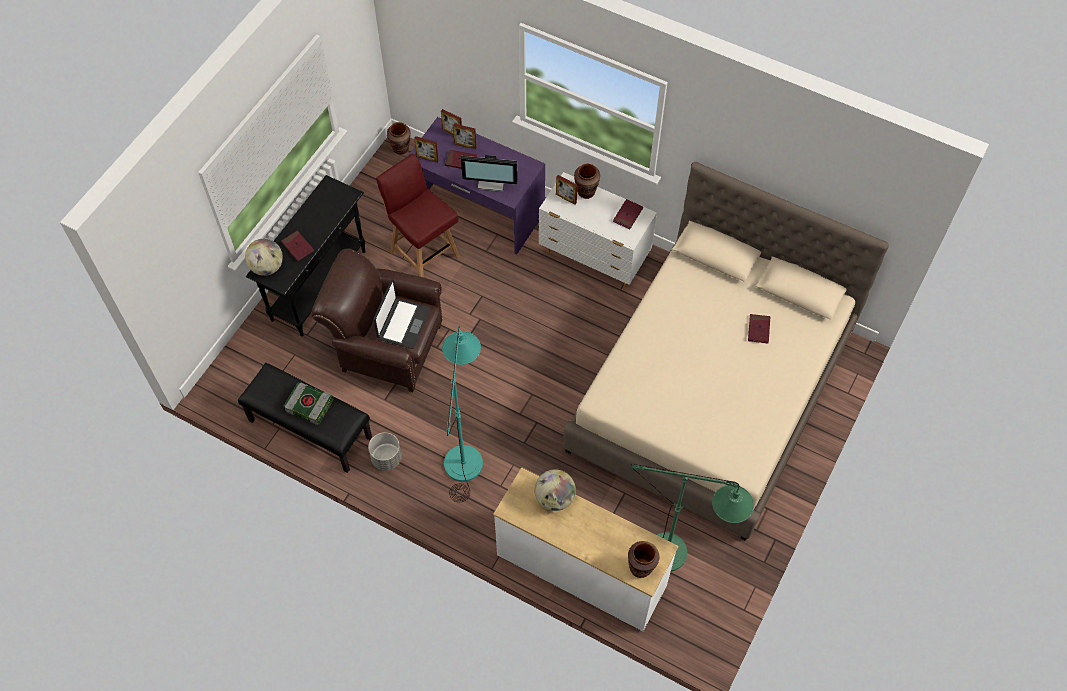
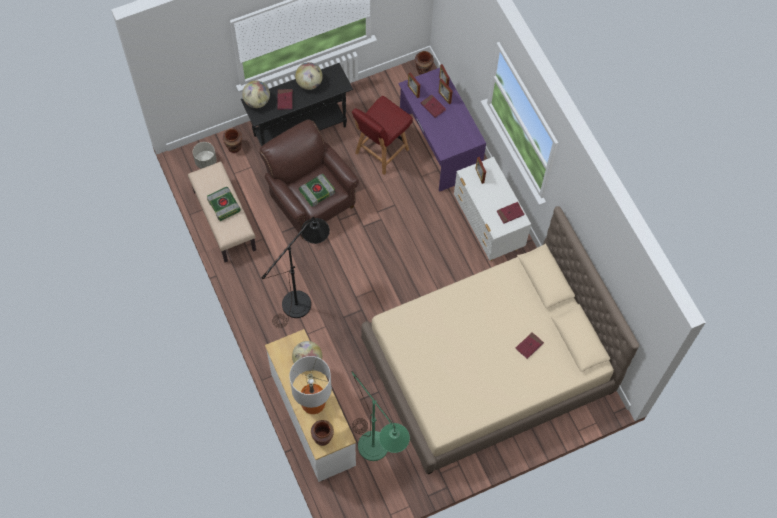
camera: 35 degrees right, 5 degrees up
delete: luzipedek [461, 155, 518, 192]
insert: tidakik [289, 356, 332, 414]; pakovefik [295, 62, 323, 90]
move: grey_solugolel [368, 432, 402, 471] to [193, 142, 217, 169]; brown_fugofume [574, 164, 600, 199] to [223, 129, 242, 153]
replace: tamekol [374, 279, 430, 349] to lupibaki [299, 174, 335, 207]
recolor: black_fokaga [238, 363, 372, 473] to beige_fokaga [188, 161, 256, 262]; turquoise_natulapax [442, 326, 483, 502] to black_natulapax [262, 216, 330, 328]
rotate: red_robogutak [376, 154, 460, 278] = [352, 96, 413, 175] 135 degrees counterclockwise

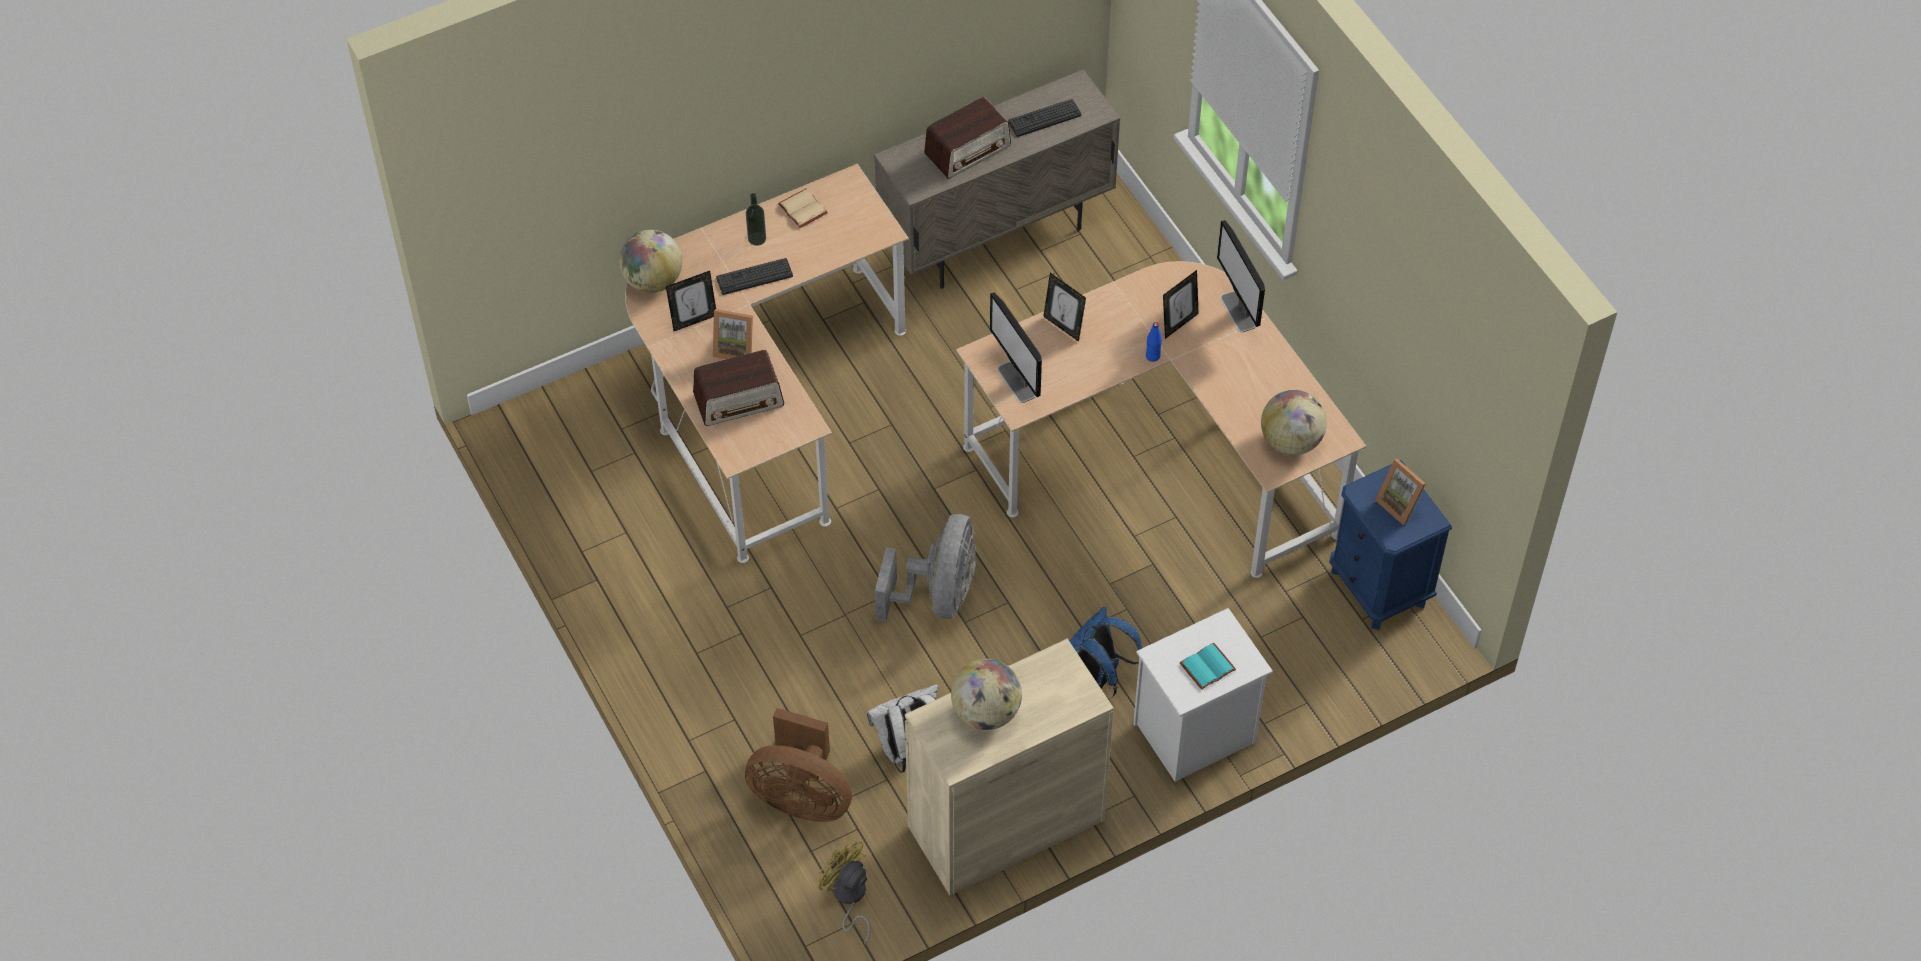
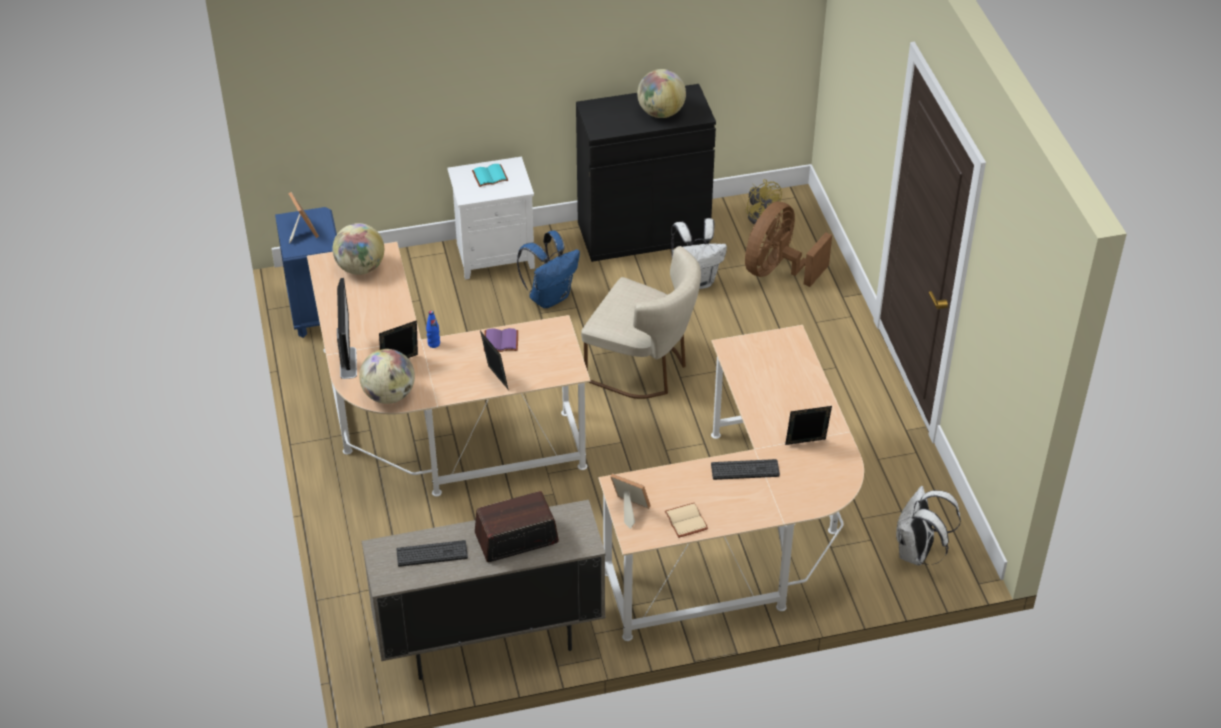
camera: 165 degrees left, 10 degrees down
delete: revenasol [693, 350, 784, 426]; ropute [746, 193, 766, 246]; luzipedek [990, 292, 1042, 403]
insert: purple_lupibaki [484, 328, 518, 352]; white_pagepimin [896, 486, 961, 566]
move: pakovefik [619, 230, 682, 293] to [359, 349, 415, 404]; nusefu [713, 309, 753, 359] to [610, 473, 651, 529]
replace: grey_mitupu [875, 514, 976, 622] to beige_robogutak [581, 246, 701, 399]
recolor: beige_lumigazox [905, 638, 1114, 896] to black_lumigazox [576, 84, 716, 262]
rotate: brown_mitupu [745, 708, 852, 822] = [745, 202, 832, 287] 90 degrees counterclockwise

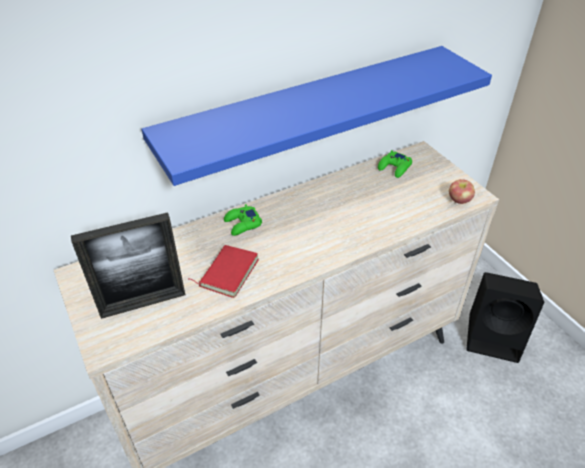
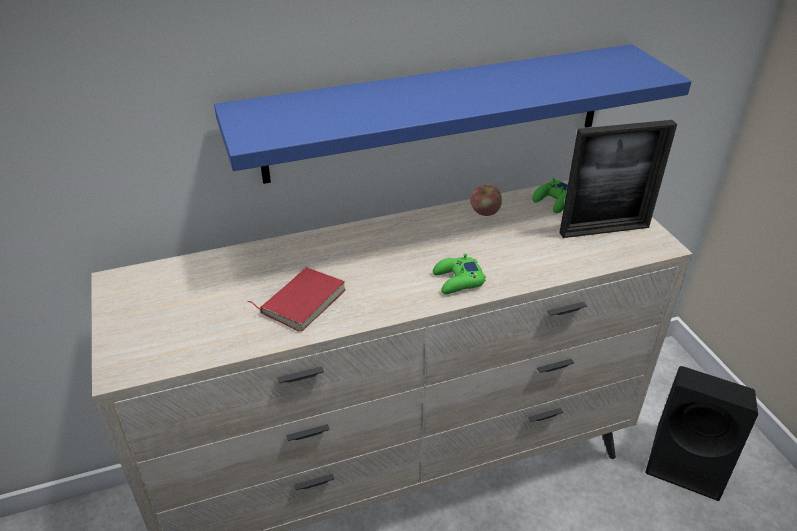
camera: 10 degrees right, 5 degrees down
move: nusefu [71, 212, 185, 319] to [559, 120, 677, 238]; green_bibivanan [224, 204, 262, 236] to [433, 254, 486, 294]; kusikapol [449, 179, 475, 204] to [470, 185, 502, 216]

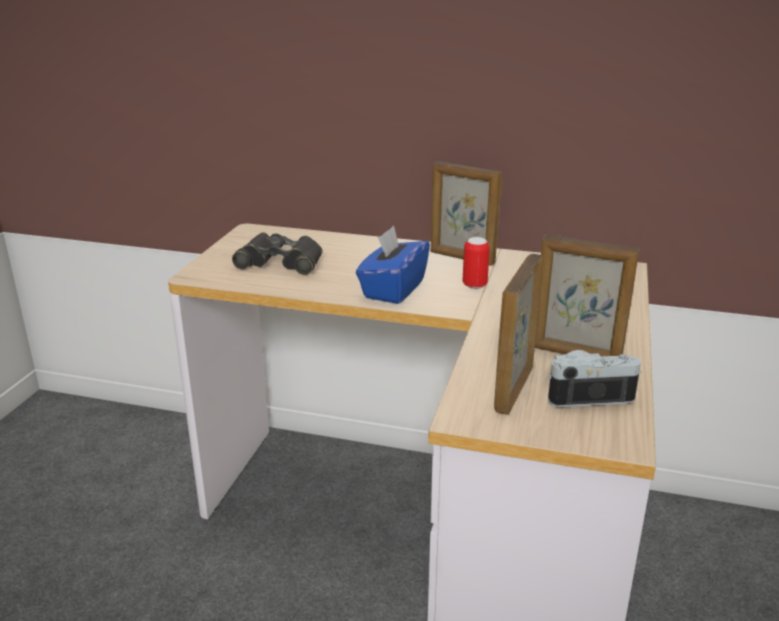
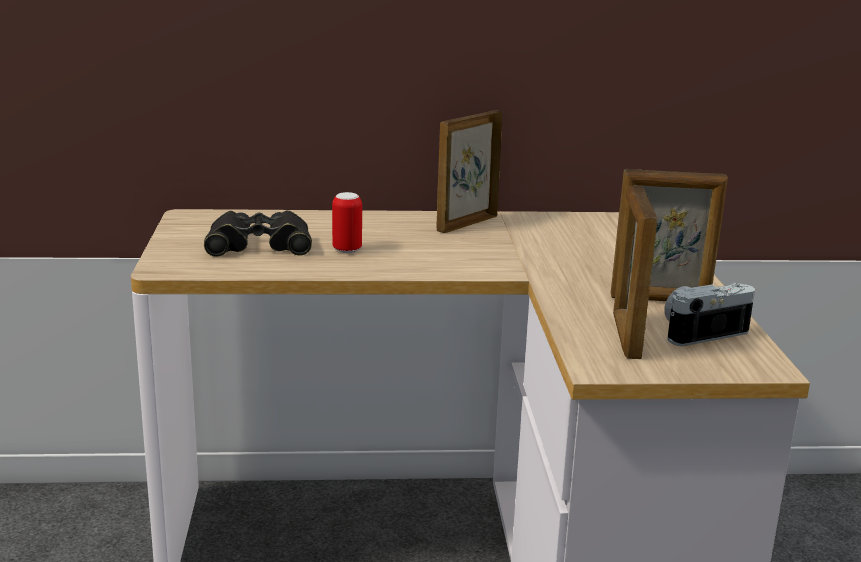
camera: 20 degrees left, 5 degrees down
delete: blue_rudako [356, 226, 430, 304]
move: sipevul [463, 237, 490, 289] to [332, 192, 362, 253]
rotate: nusefu [431, 161, 502, 266] = [437, 110, 502, 233] 120 degrees clockwise

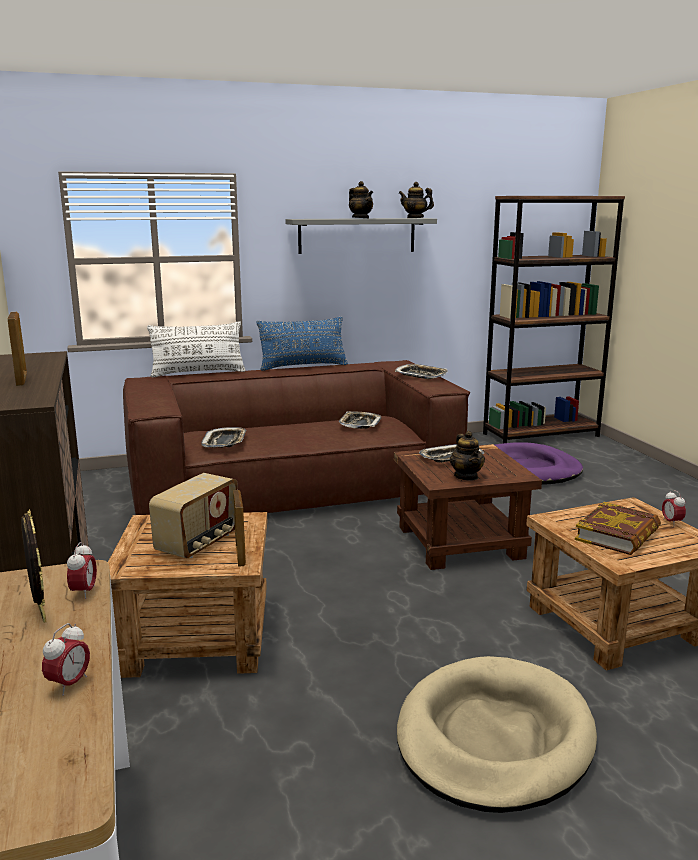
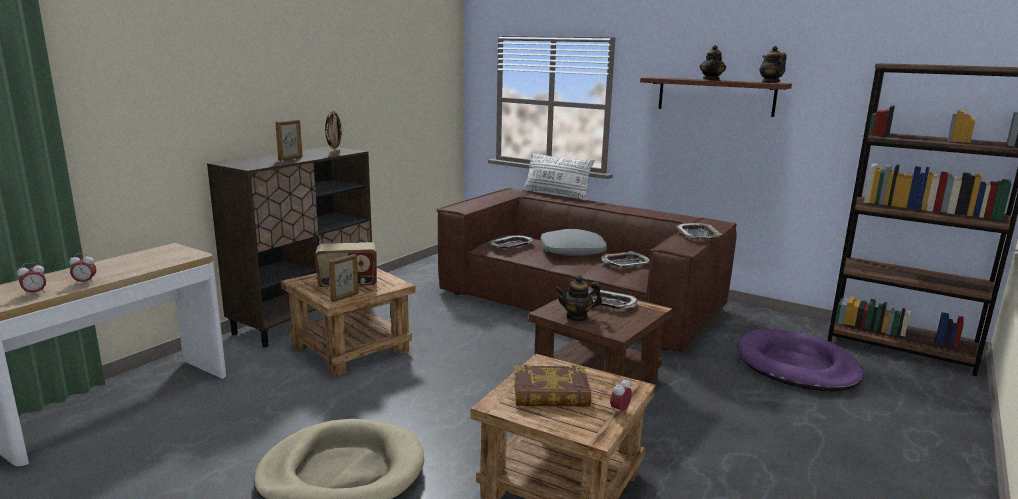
camera: 50 degrees right, 0 degrees up
delete: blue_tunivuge [257, 317, 348, 371]
insert: grey_tunivuge [540, 229, 607, 256]
move: nusefu [21, 509, 46, 623] to [325, 110, 343, 155]; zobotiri [67, 542, 97, 599] to [17, 262, 46, 295]
recolor: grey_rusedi [285, 218, 437, 254] to brown_rusedi [640, 77, 792, 117]
rotate: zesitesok [450, 431, 485, 481] = [555, 275, 602, 321] 45 degrees clockwise

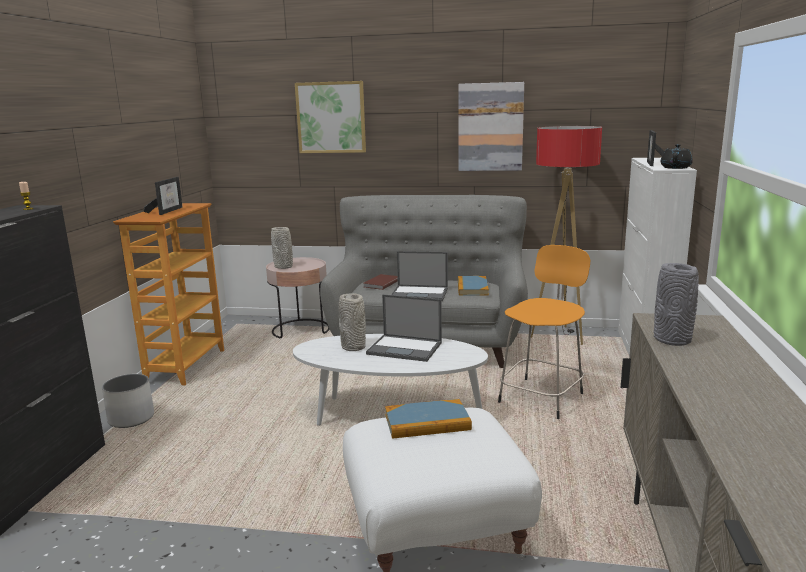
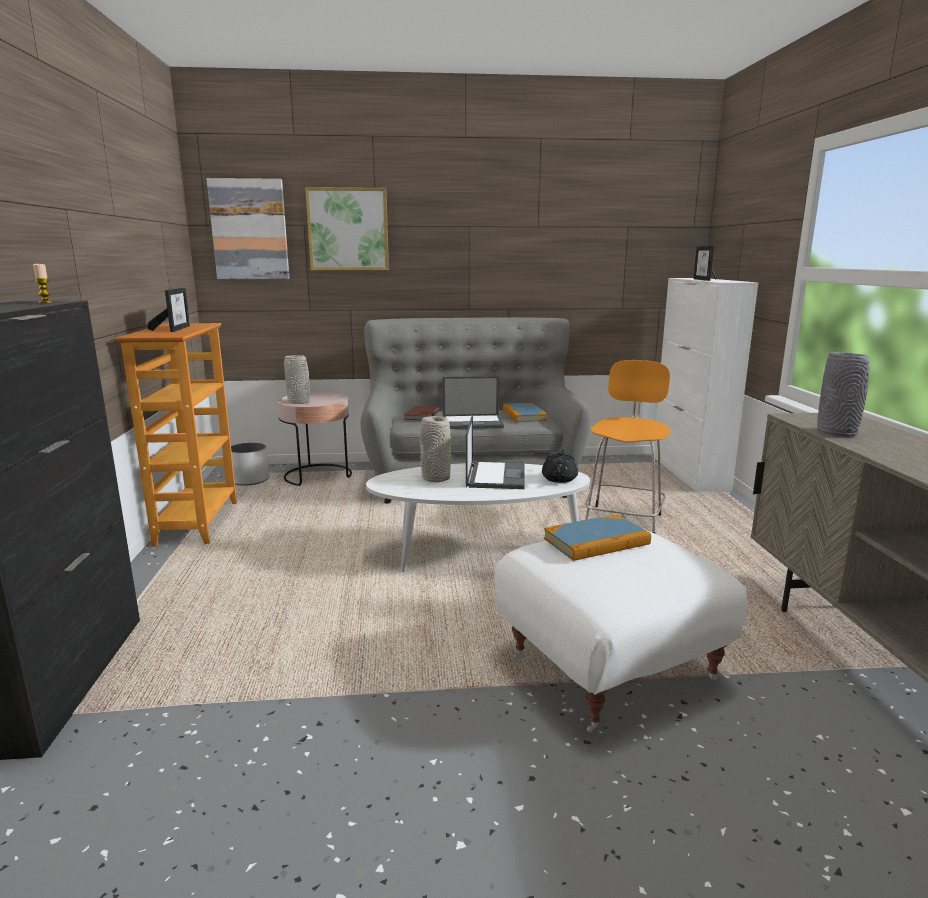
camera: 15 degrees left, 0 degrees up
delete: natulapax [531, 126, 602, 345]
move: white_solugolel [102, 374, 154, 428] to [231, 443, 269, 486]; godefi [459, 82, 524, 171] to [206, 178, 290, 279]; black_zesitesok [660, 144, 693, 169] to [542, 449, 578, 483]
rotate: tamekol [366, 295, 442, 362] = [466, 416, 525, 489] 90 degrees counterclockwise

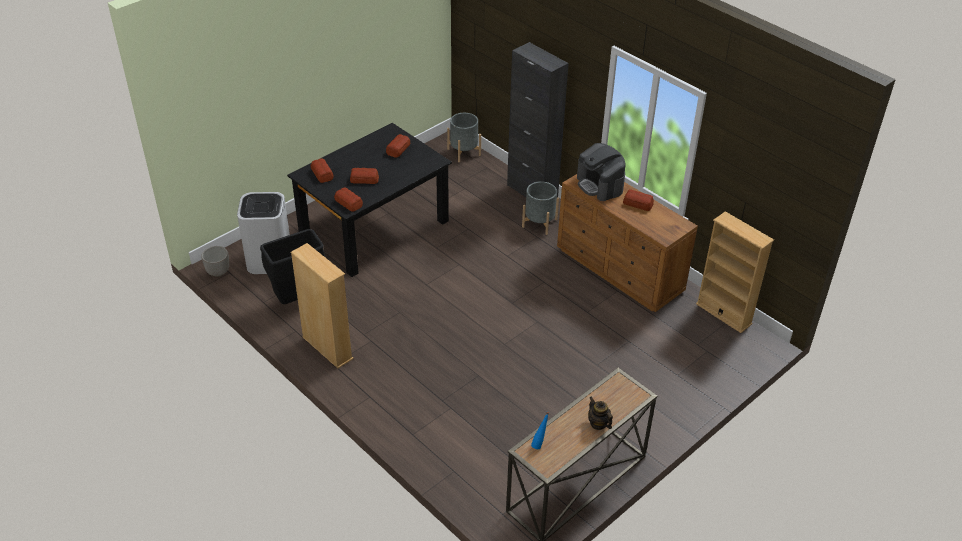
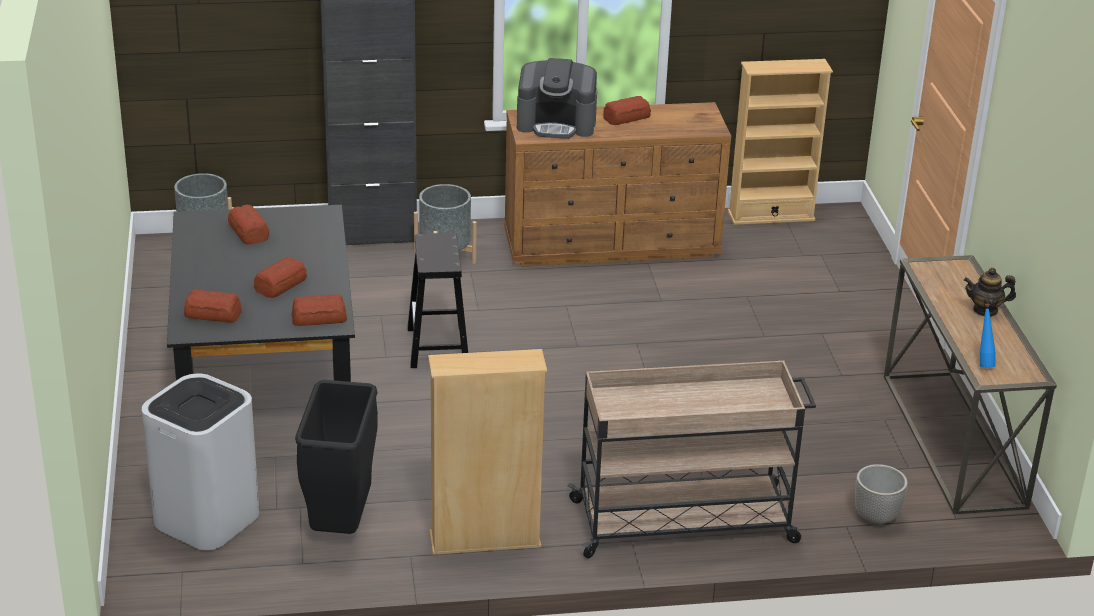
camera: 55 degrees left, 10 degrees down
insert: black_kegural [407, 233, 468, 368]; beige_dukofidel [567, 361, 816, 558]
move: solugolel [201, 246, 229, 277] to [855, 464, 908, 525]

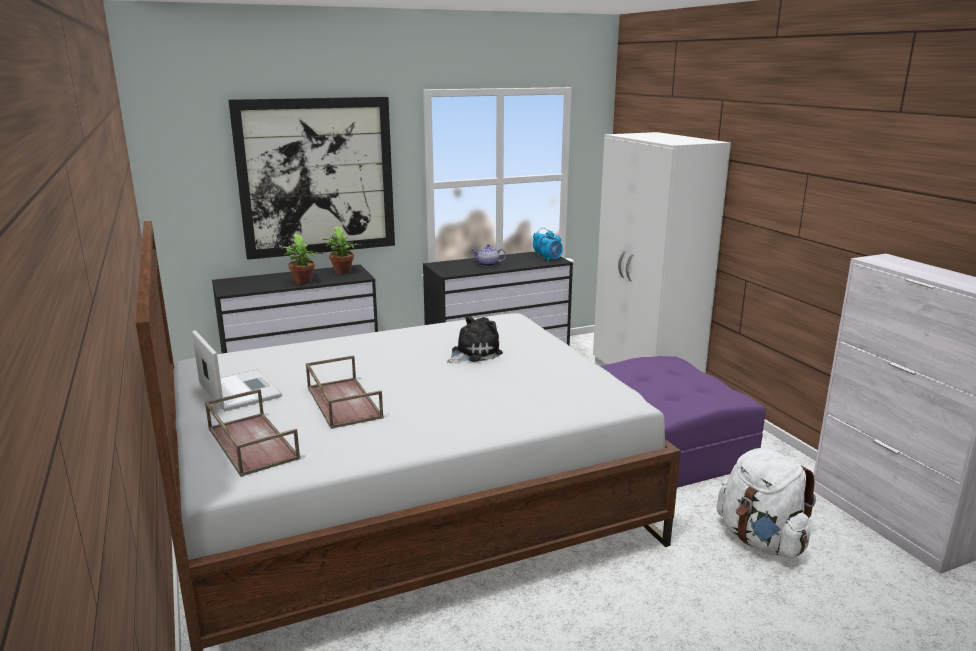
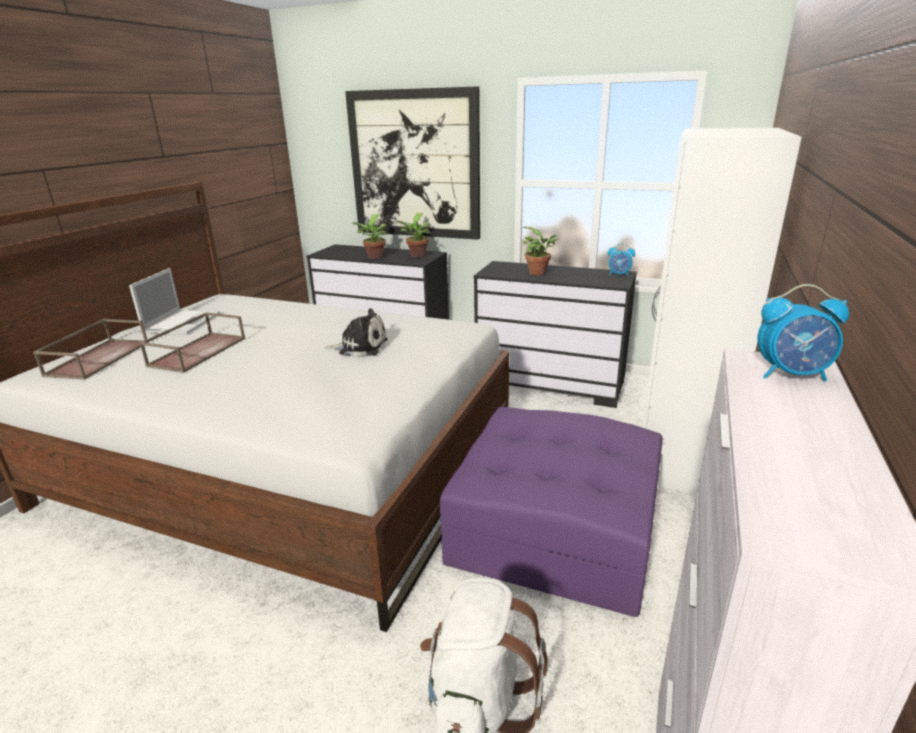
camera: 45 degrees right, 5 degrees up
move: zobotiri [541, 232, 563, 262] to [757, 284, 849, 381]
replace: zesitesok [471, 244, 506, 267] to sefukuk [523, 227, 559, 275]

